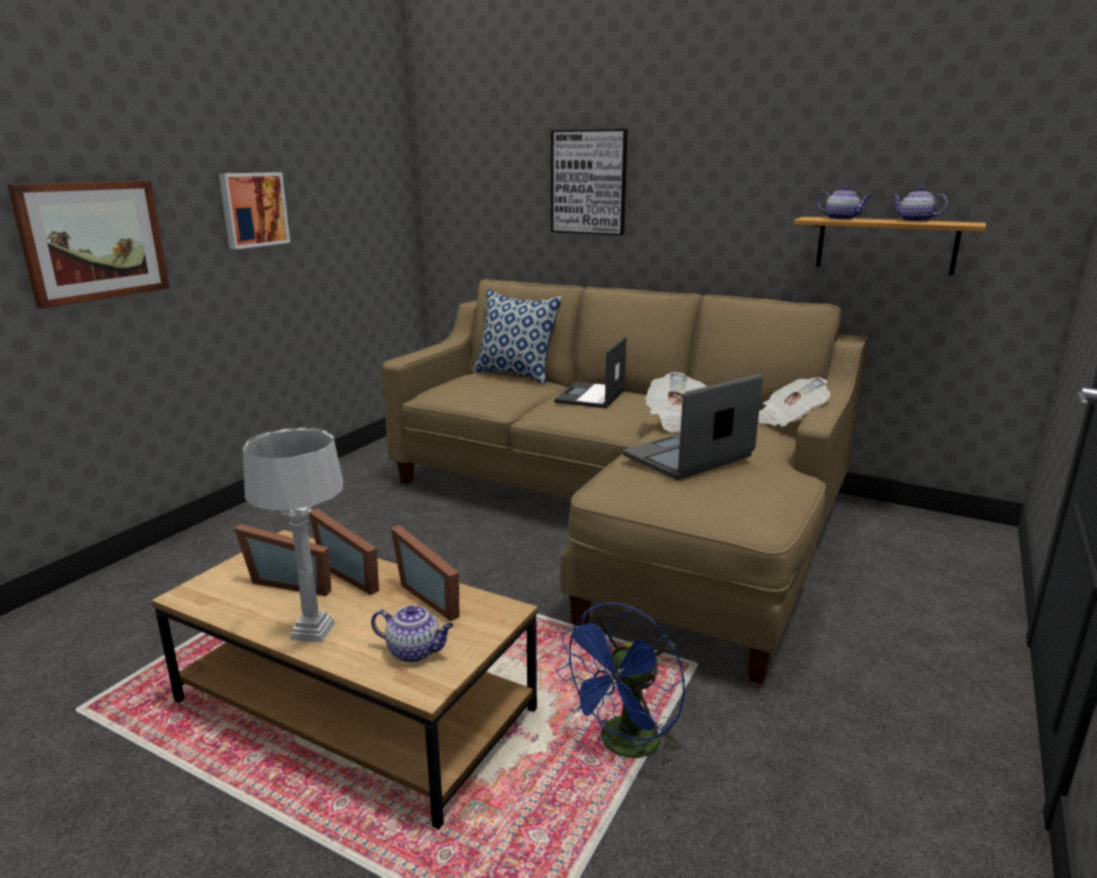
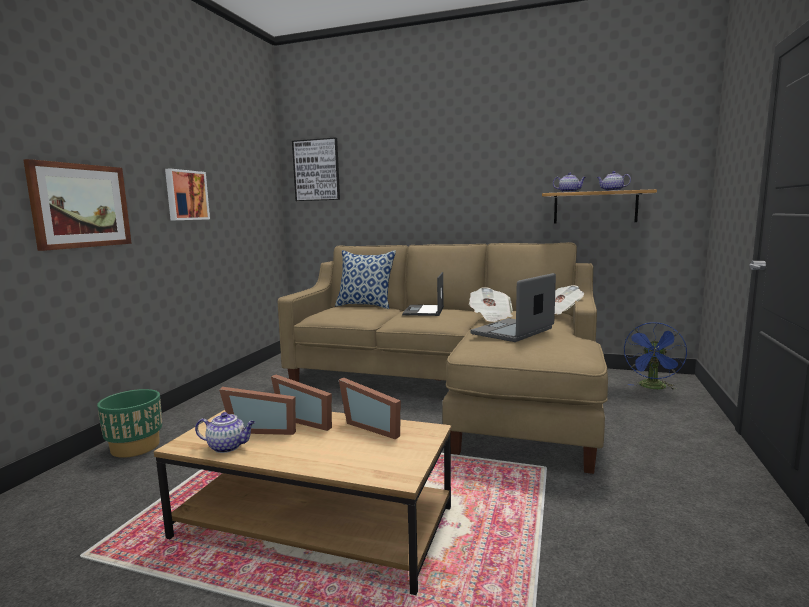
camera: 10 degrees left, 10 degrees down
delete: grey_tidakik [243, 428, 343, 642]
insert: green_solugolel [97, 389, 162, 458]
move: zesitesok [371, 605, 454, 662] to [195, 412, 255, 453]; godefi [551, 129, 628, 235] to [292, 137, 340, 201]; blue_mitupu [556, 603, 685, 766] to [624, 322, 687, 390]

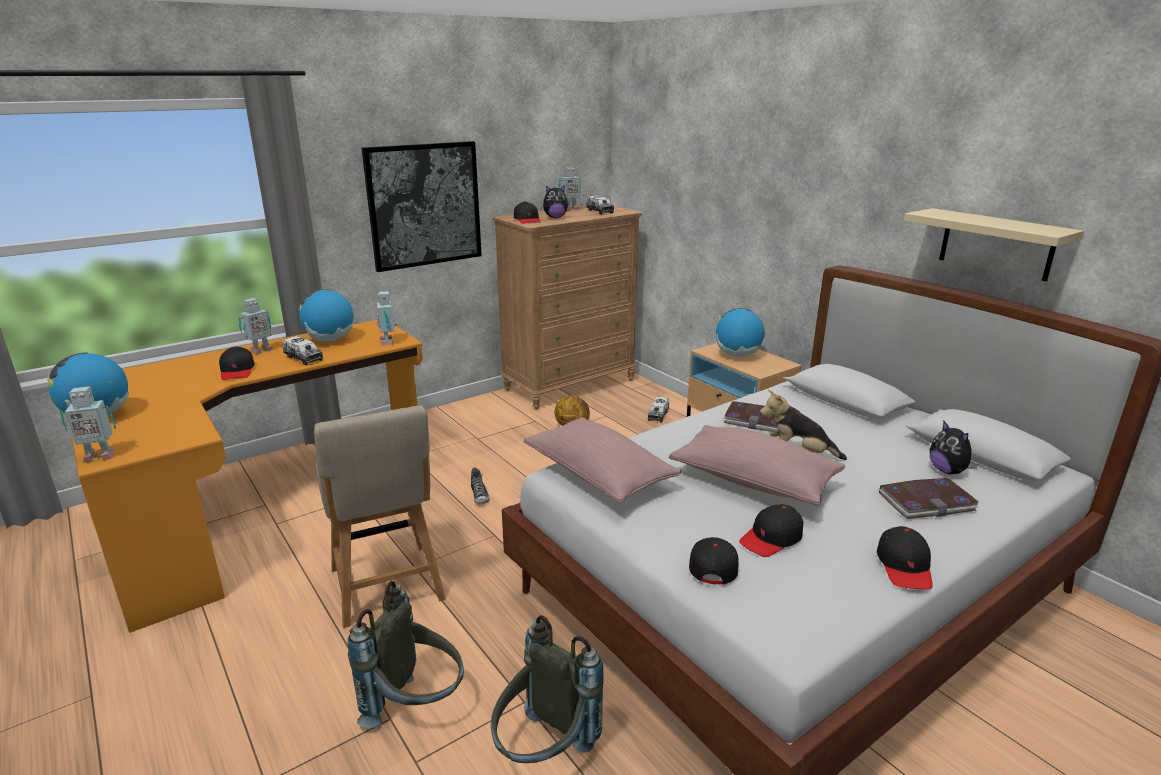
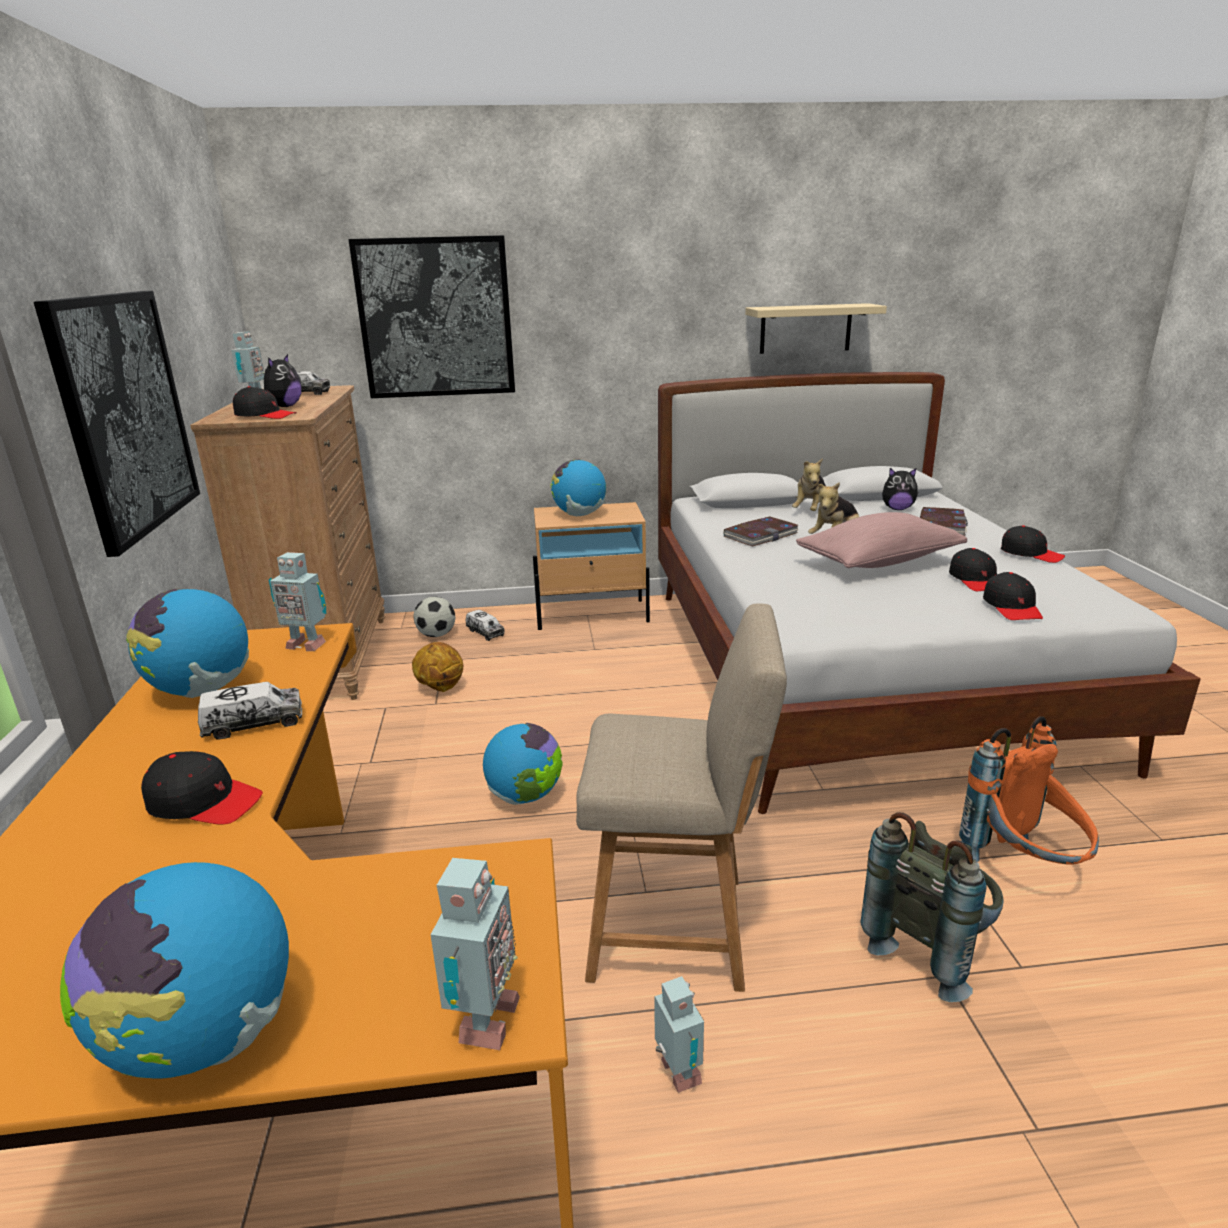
camera: 60 degrees left, 0 degrees up
delete: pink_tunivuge [523, 417, 682, 504]
insert: godefi [348, 235, 515, 398]; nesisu [414, 597, 455, 637]; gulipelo [792, 458, 826, 511]
move: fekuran [238, 298, 274, 354] to [654, 976, 704, 1093]
replace: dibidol [471, 467, 490, 504] to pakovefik [483, 723, 562, 805]
recolor: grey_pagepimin [491, 615, 604, 763] to orange_pagepimin [954, 716, 1099, 865]
rotate: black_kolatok [689, 537, 739, 584] = [983, 572, 1043, 620] 135 degrees counterclockwise

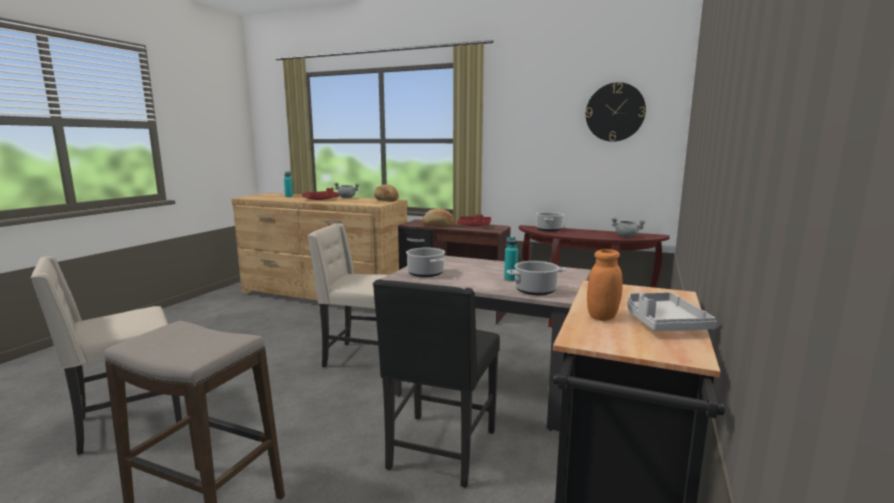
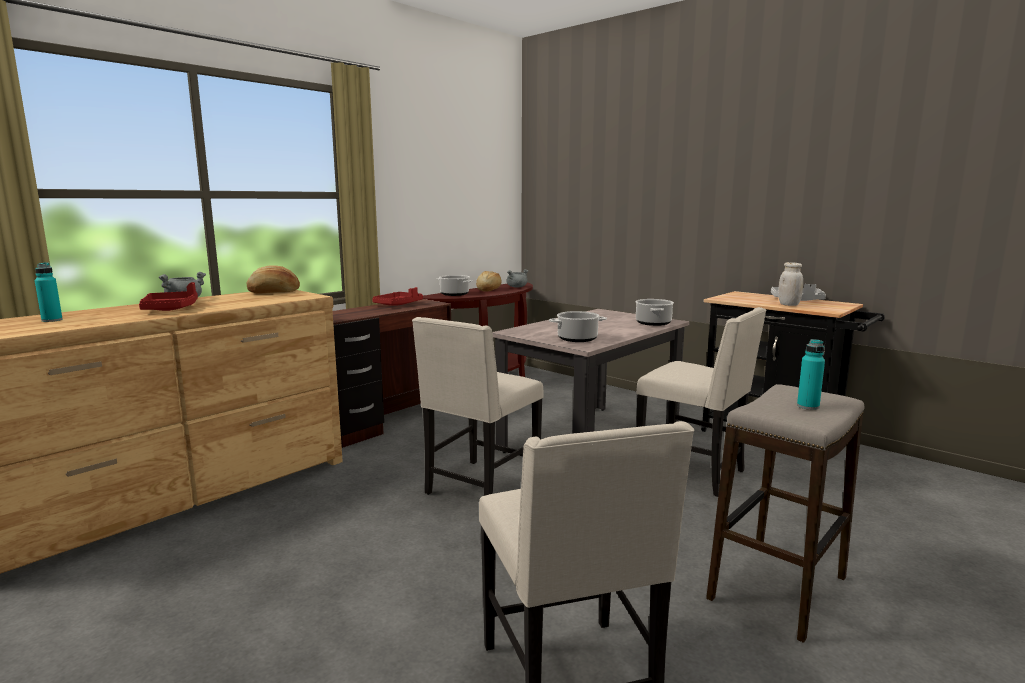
camera: 70 degrees left, 0 degrees up
delete: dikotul [586, 82, 646, 142]
move: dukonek [422, 208, 454, 227] to [476, 271, 502, 292]; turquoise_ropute [504, 237, 518, 281] to [797, 339, 825, 410]
recolor: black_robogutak [373, 279, 500, 488] to beige_robogutak [636, 307, 767, 497]; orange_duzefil [587, 249, 623, 321] to white_duzefil [778, 262, 803, 306]

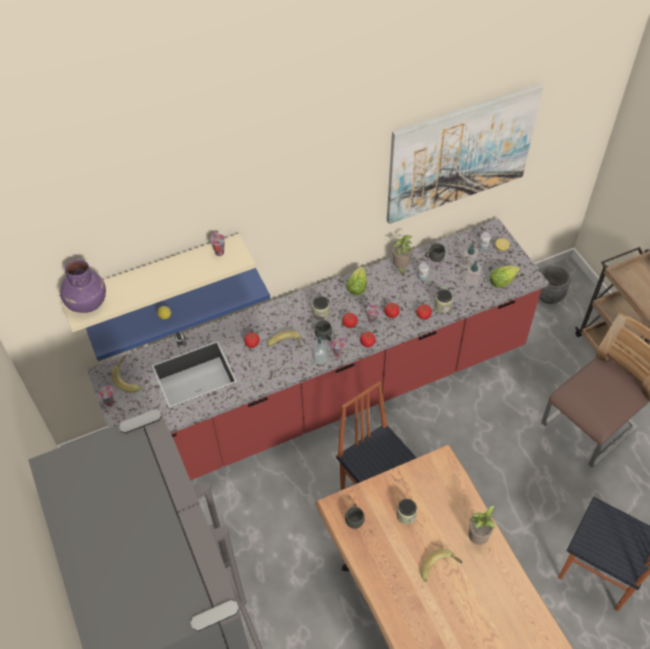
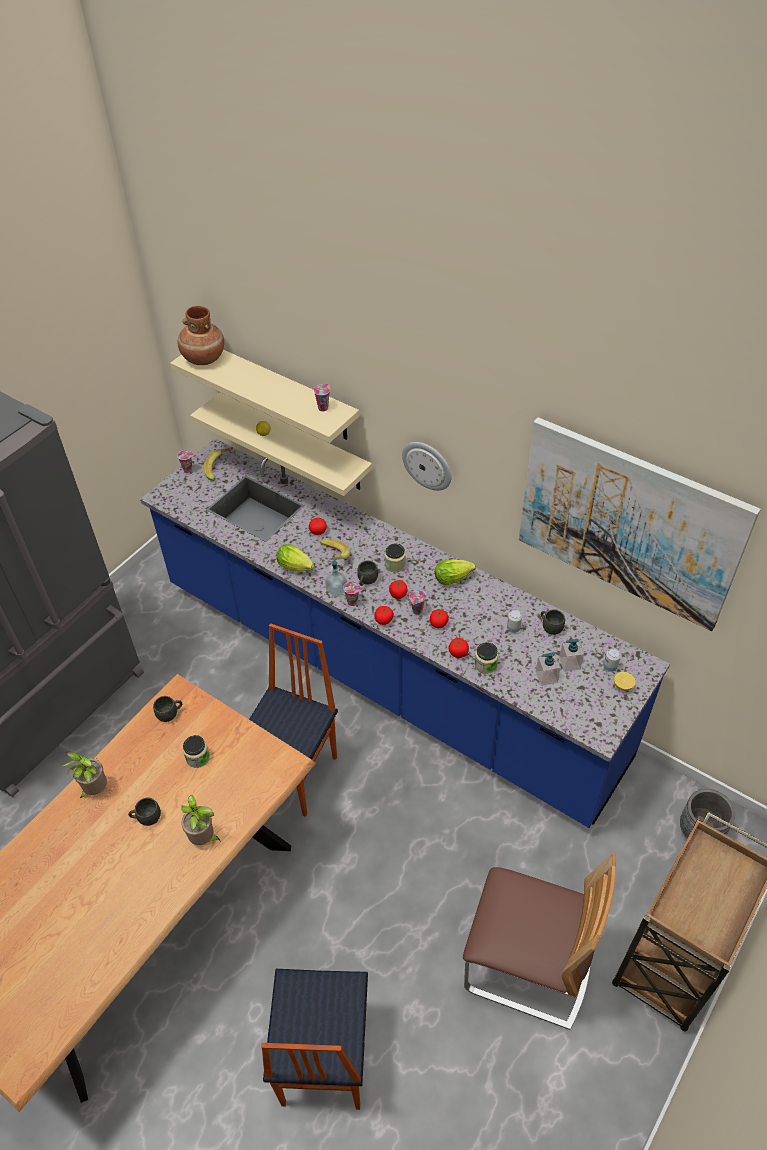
camera: 60 degrees right, 5 degrees down
insert: dikotul [402, 442, 451, 491]
move: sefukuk [392, 235, 413, 276] to [60, 752, 107, 798]; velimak [490, 265, 520, 288] to [277, 544, 314, 572]
replace: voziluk [421, 549, 462, 582] to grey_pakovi [128, 797, 161, 826]
recolor: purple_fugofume [60, 259, 106, 313] to brown_fugofume [177, 306, 224, 365]; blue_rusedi [86, 268, 270, 361] to beige_rusedi [190, 392, 372, 496]; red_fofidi [87, 218, 549, 480] to blue_fofidi [140, 439, 670, 828]

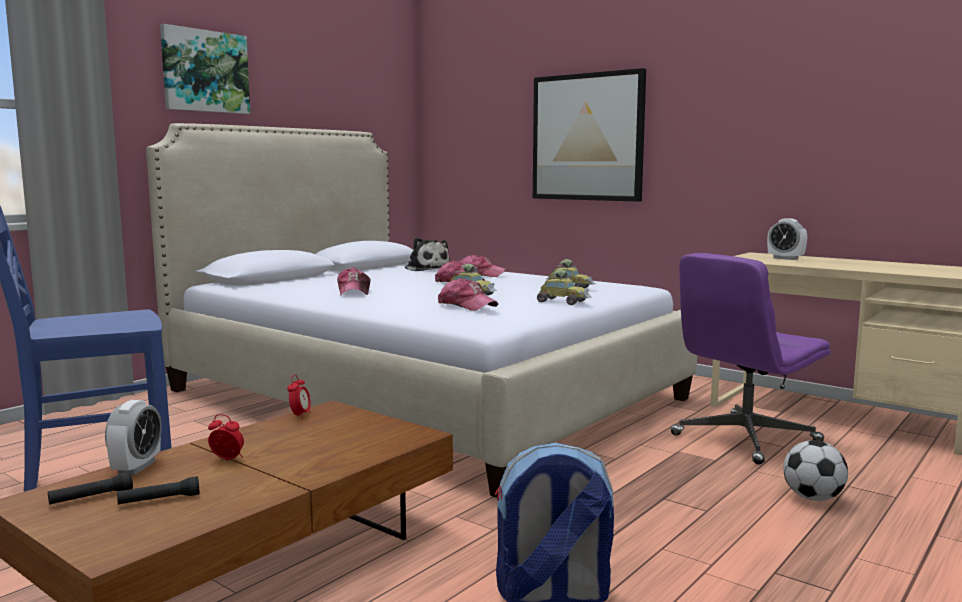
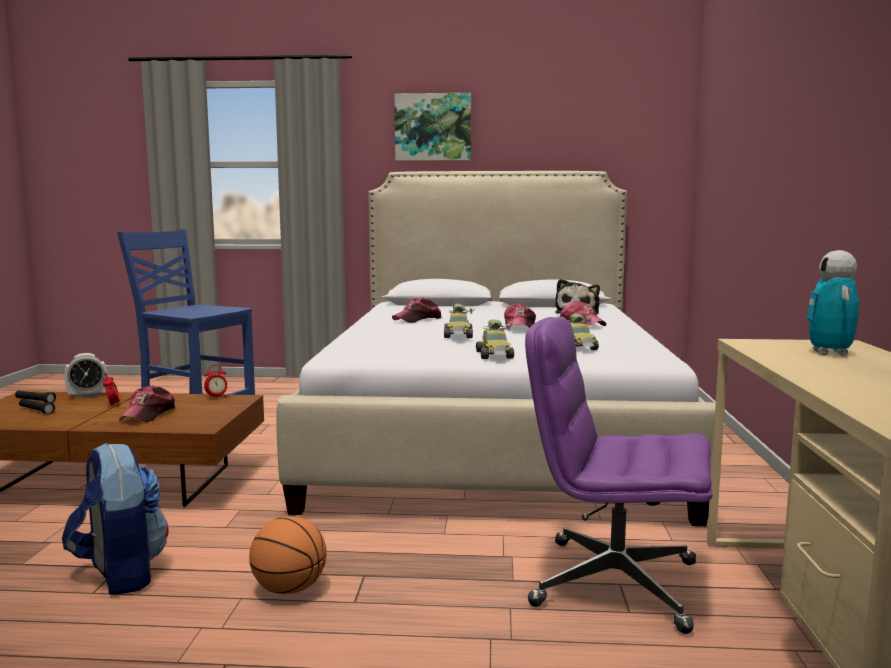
camera: 55 degrees right, 0 degrees up
delete: godefi [533, 68, 646, 202]; nesisu [783, 440, 848, 501]
insert: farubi [249, 516, 327, 594]
move: kolatok [438, 278, 498, 311] to [119, 385, 175, 422]
replace: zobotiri [767, 218, 807, 260] to fekuran [806, 250, 859, 356]

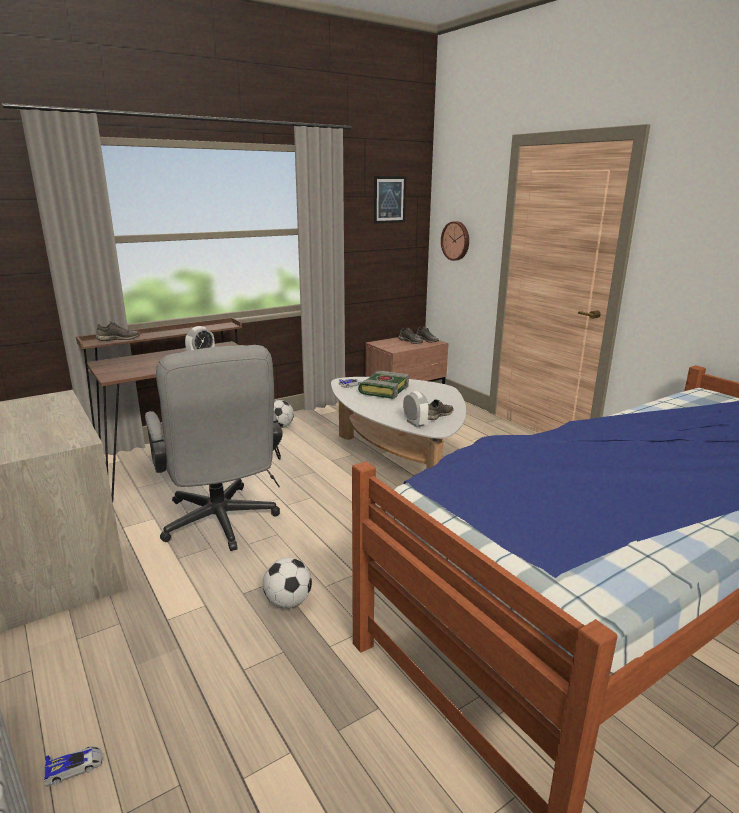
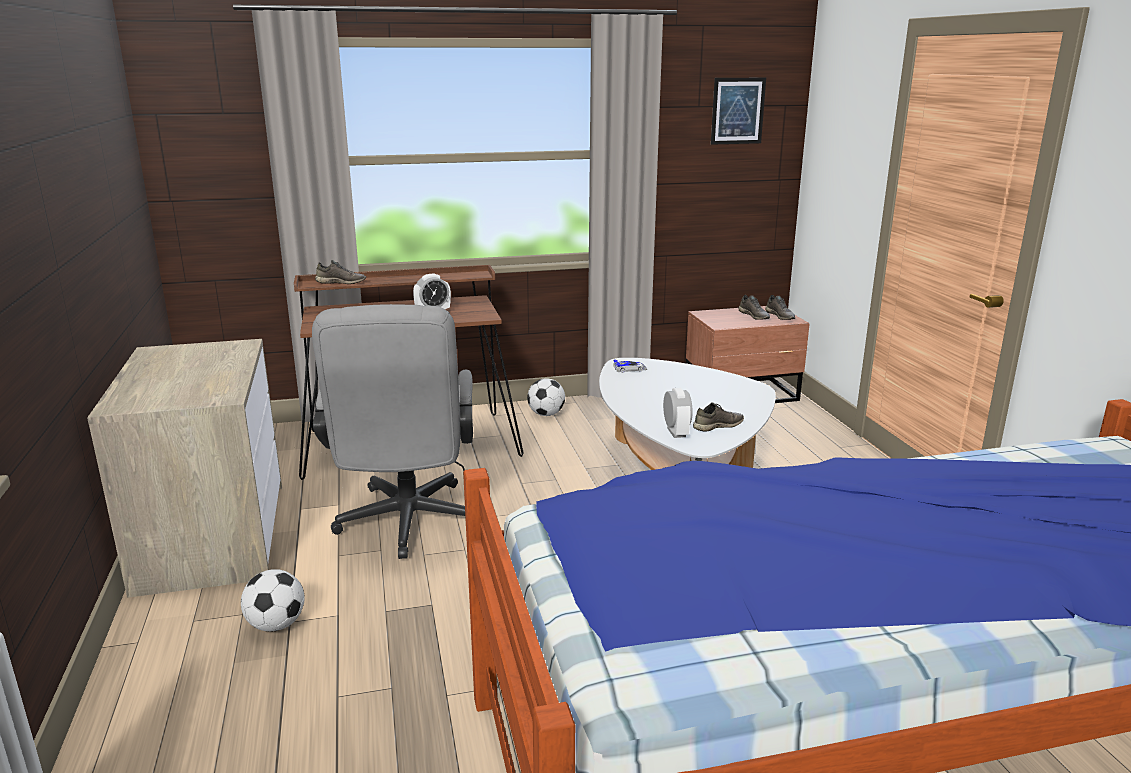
camera: 20 degrees right, 0 degrees up
delete: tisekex [44, 747, 103, 787]; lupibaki [358, 371, 409, 399]; dikotul [441, 221, 469, 261]
move: nesisu [263, 558, 312, 608] to [241, 569, 304, 632]

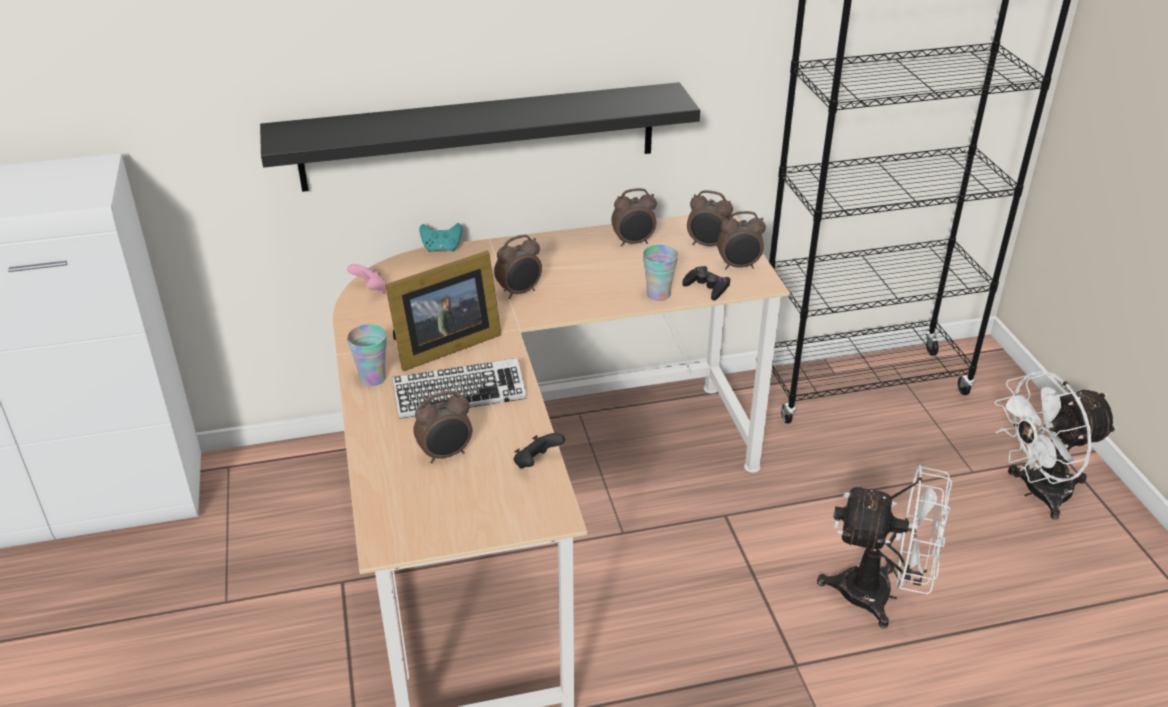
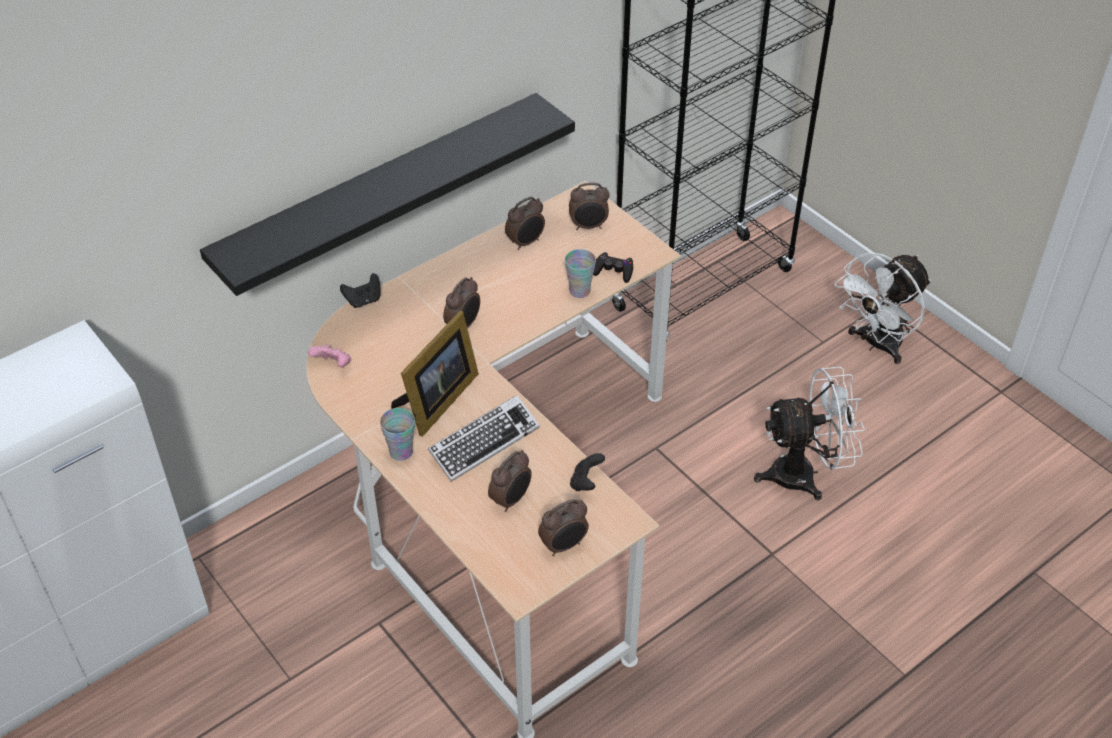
camera: 25 degrees left, 10 degrees up
move: zobotiri [718, 211, 766, 269] to [538, 499, 589, 556]
recolor: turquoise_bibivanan [419, 223, 462, 252] to black_bibivanan [340, 273, 381, 308]

